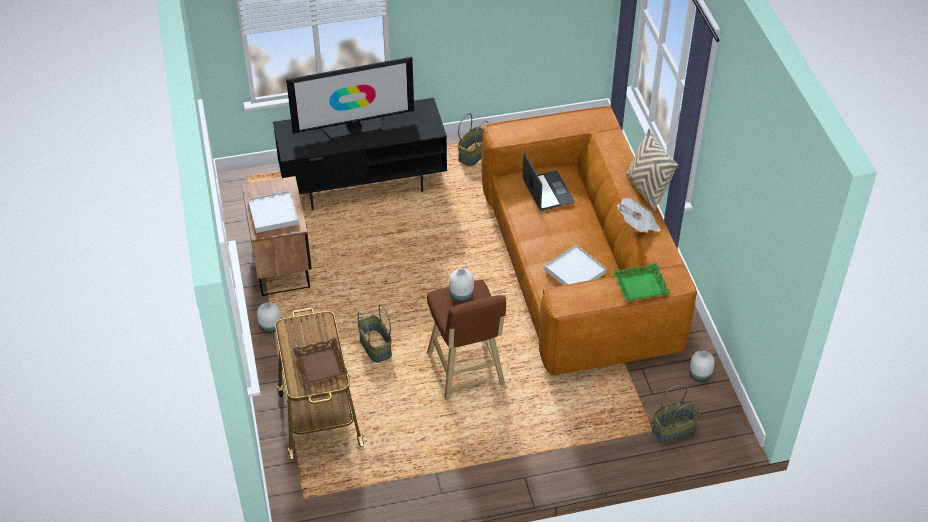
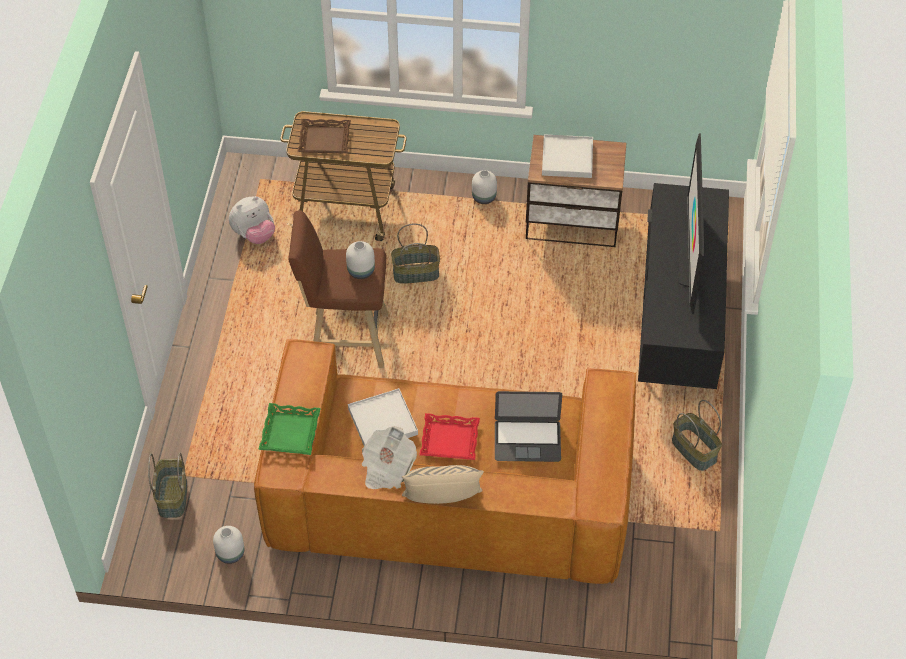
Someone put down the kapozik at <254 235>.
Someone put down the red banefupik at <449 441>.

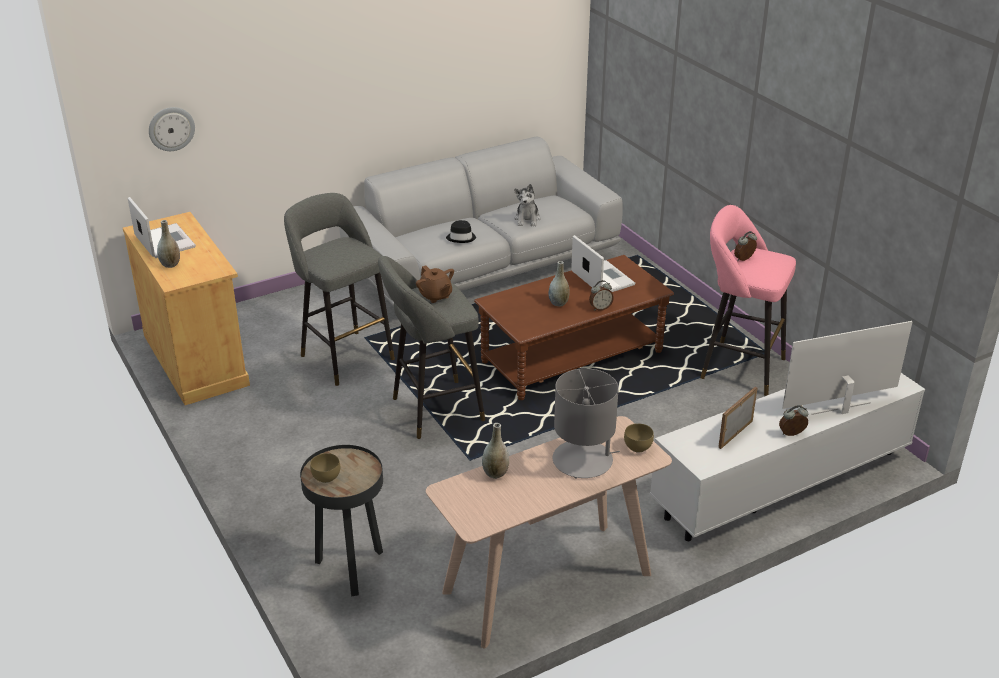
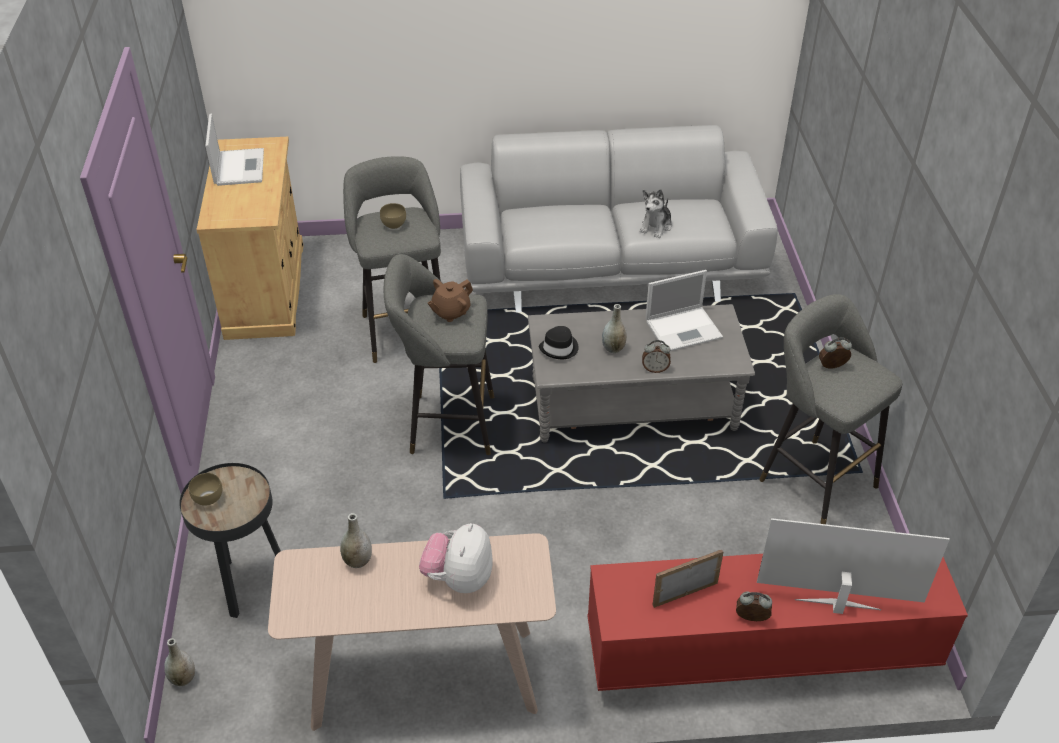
Someone took away the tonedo at <171 128>.
Someone carried the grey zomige from <170 264> to <183 678>.
Someone carried the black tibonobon from <461 238> to <559 348>.
Someone carried the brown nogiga from <637 446> to <394 224>.
Someone swapped the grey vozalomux at <583 460> for the kapozik at <459 578>.
Someone repainted the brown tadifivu at <572 357>, which became the grey tadifivu at <633 405>.
Someone repainted the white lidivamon at <779 484>, which became the red lidivamon at <757 653>.
Someone repainted the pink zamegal at <737 367>, which became the grey zamegal at <812 479>.
Someone rotated the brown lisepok at <435 296> by 60 degrees clockwise.
Someone rotated the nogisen at <601 278> by 75 degrees clockwise.

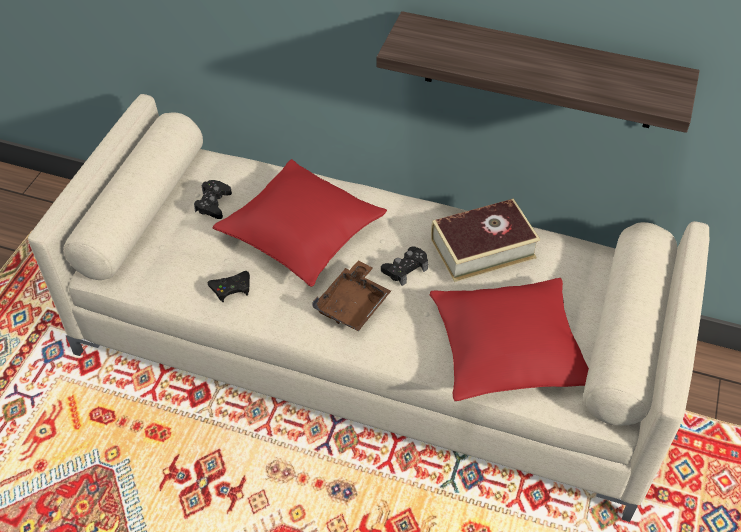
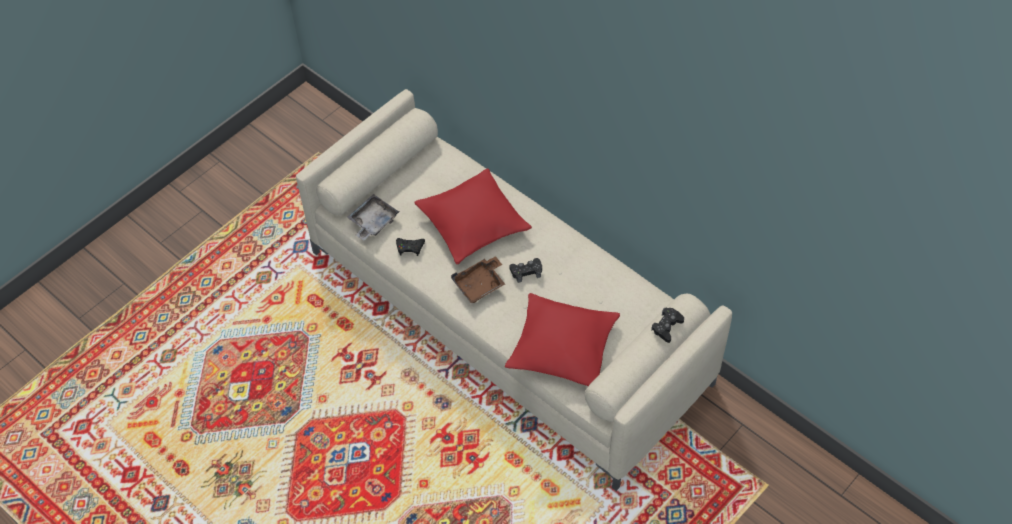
Someone took away the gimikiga at <539 71>.
Someone took away the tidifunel at <482 248>.
Someone put down the grey banefupik at <373 222>.
Someone carried the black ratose from <213 203> to <667 327>.

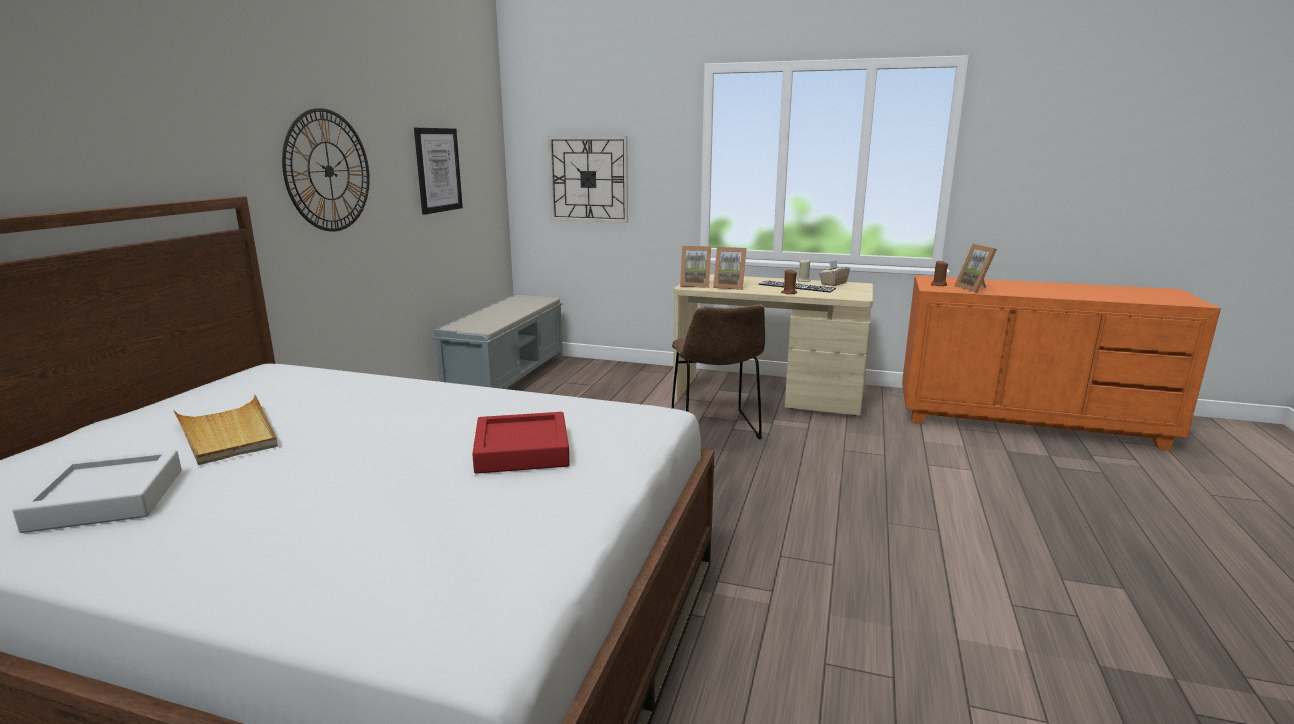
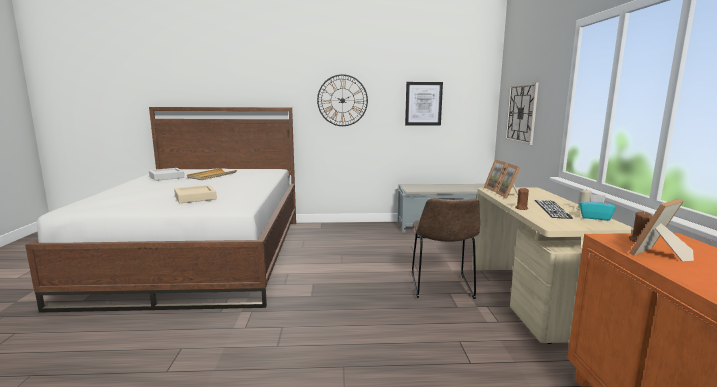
Someone repainted the red banefupik at <522 450>, which became the beige banefupik at <195 197>.
Someone repainted the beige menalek at <833 283>, which became the turquoise menalek at <595 217>.
Someone rotated the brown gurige at <715 429> by 60 degrees counterclockwise.

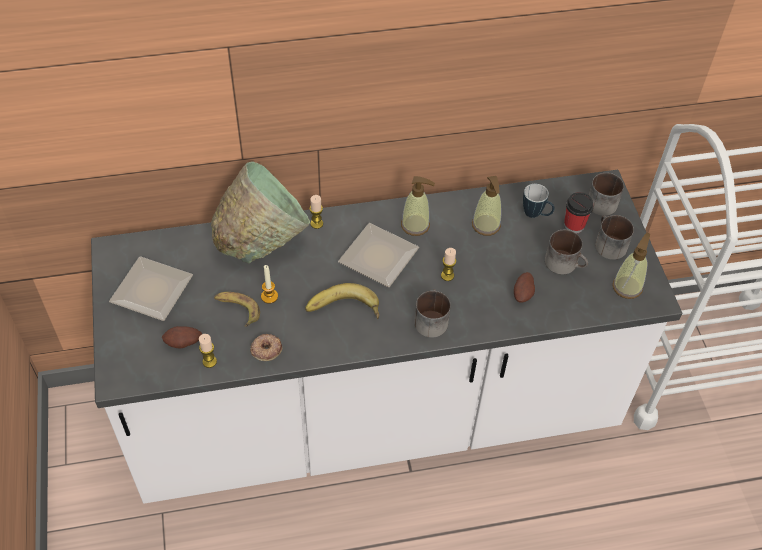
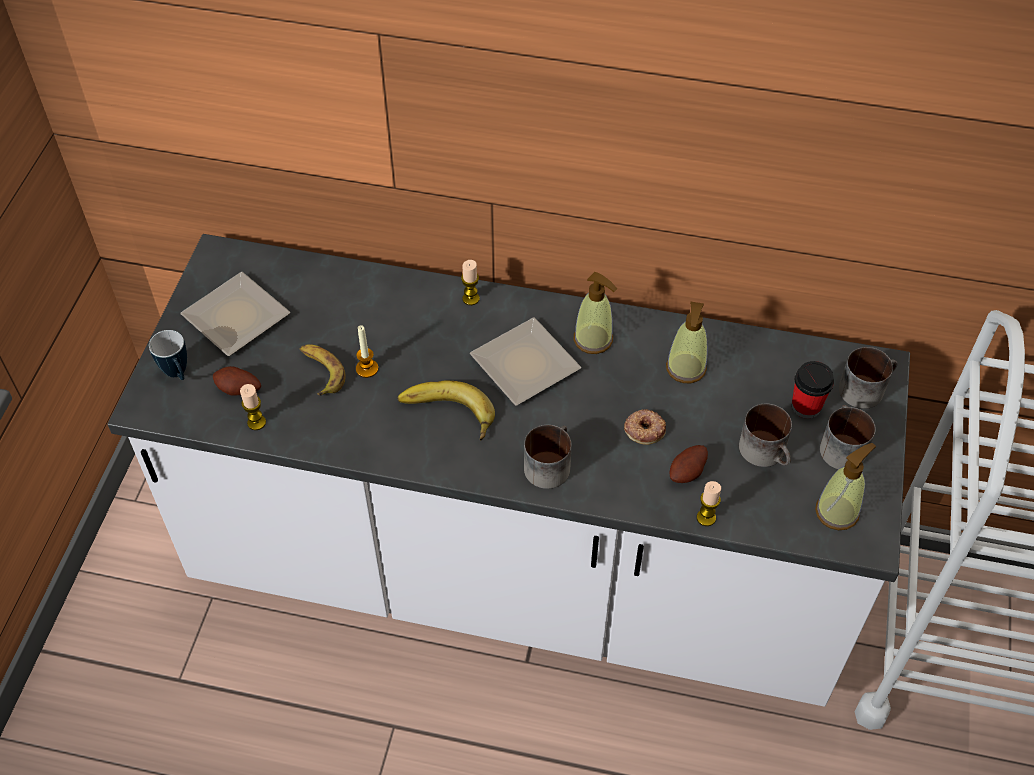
Someone took away the green nogiga at <262 241>.
Someone carried the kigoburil from <266 349> to <644 429>.
Someone carried the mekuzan from <447 275> to <706 518>.
Someone carried the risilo from <536 215> to <178 374>.

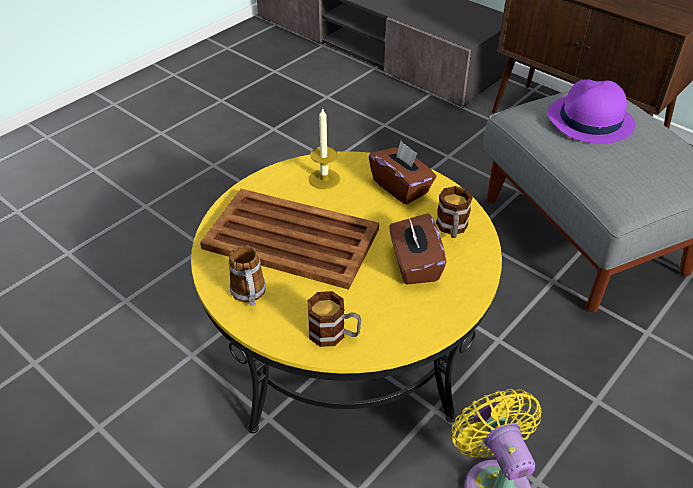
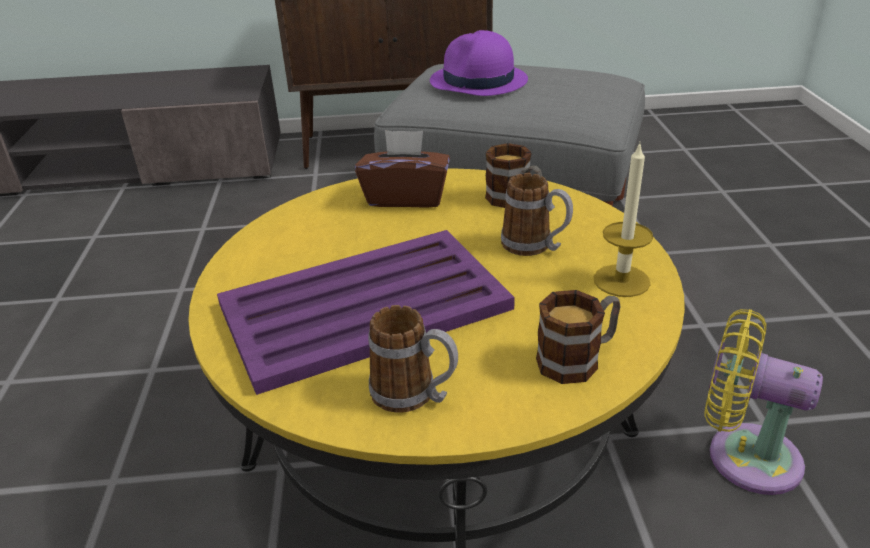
Someone carried the mekuzan from <324 179> to <621 280>.
Someone swapped the brown menalek at <414 264> for the risilo at <535 247>.
Someone repainted the brown banefupik at <290 238>, which became the purple banefupik at <361 307>.

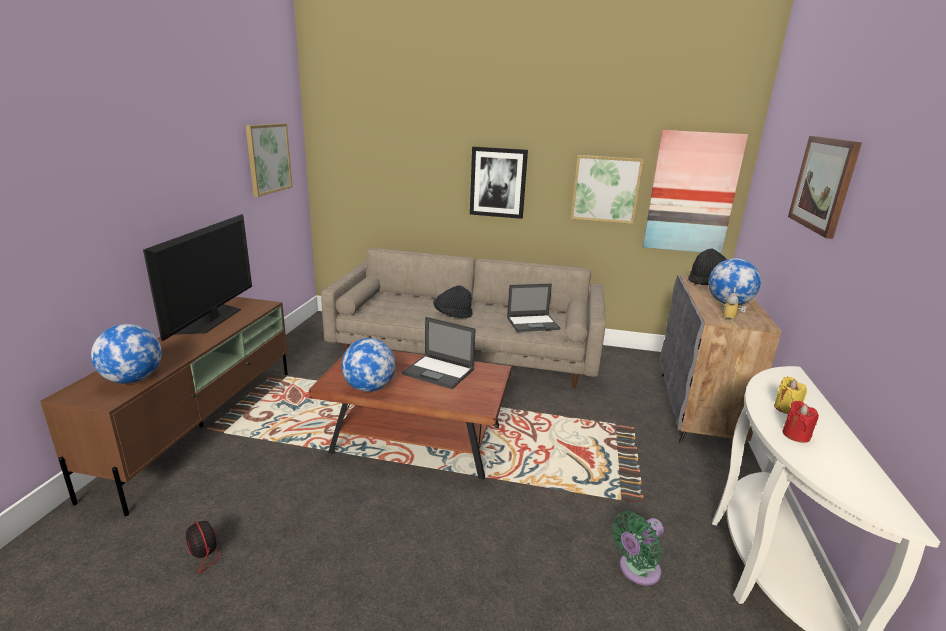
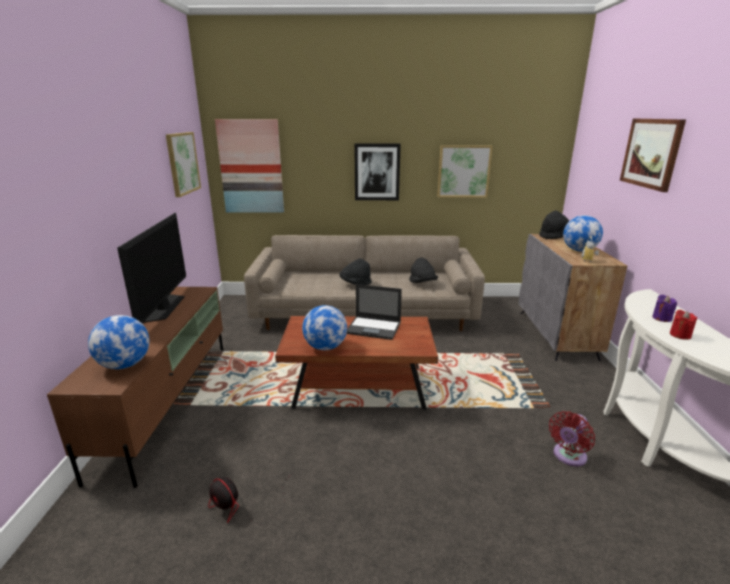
Someone carried the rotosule from <691 193> to <251 167>.
Someone swapped the nogisen at <533 323> for the black tibonobon at <422 283>.
Someone repainted the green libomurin at <636 570>, which became the red libomurin at <568 456>.
Someone repainted the yellow mekuzan at <786 408>, which became the purple mekuzan at <661 318>.

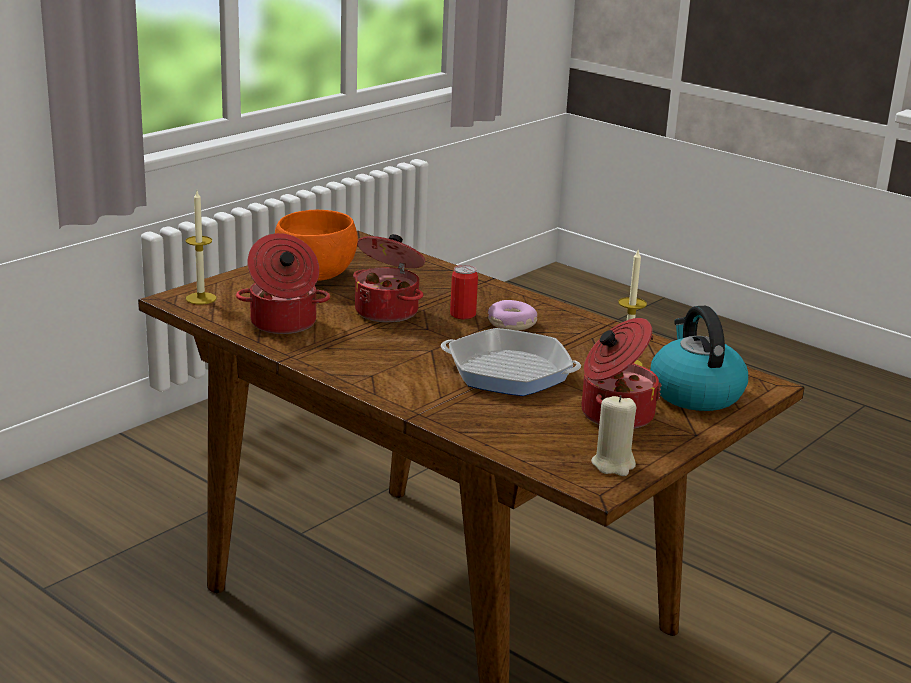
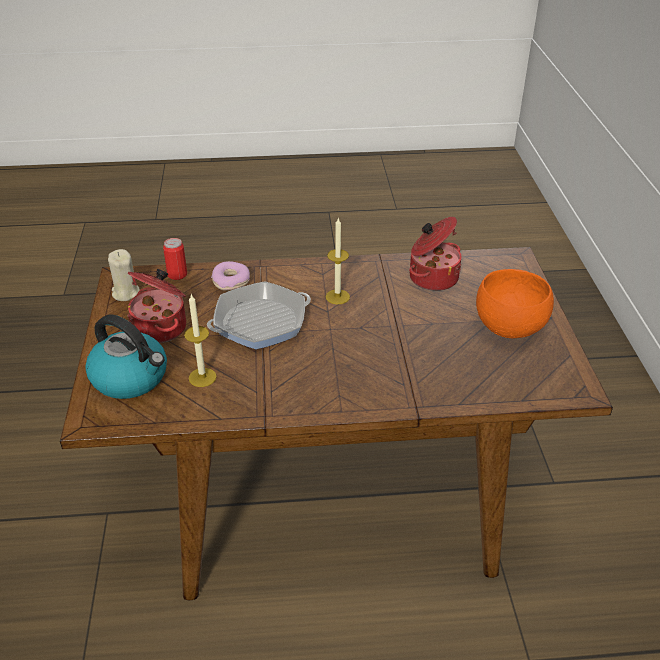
Someone took away the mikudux at <388 311>.
Someone carried the mekuzan from <201 298> to <337 297>.
Someone carried the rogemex from <462 314> to <177 274>.
Someone carried the kigoburil from <511 324> to <231 281>.

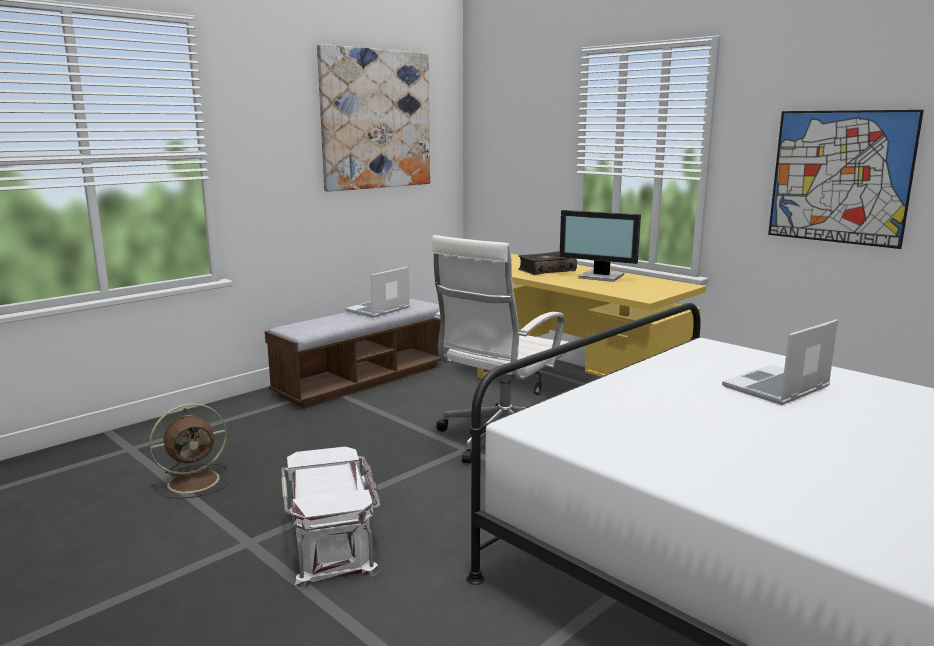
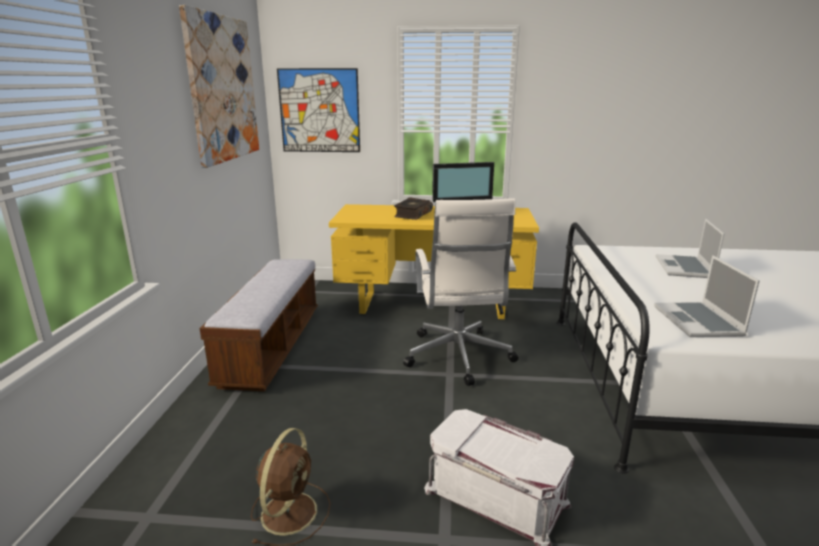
Someone carried the nogisen from <378 310> to <699 322>.
Someone carried the rotosule from <839 177> to <319 111>.

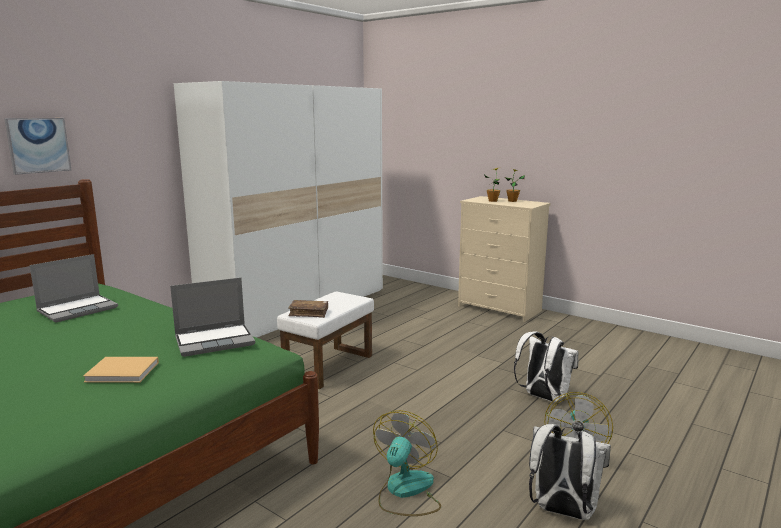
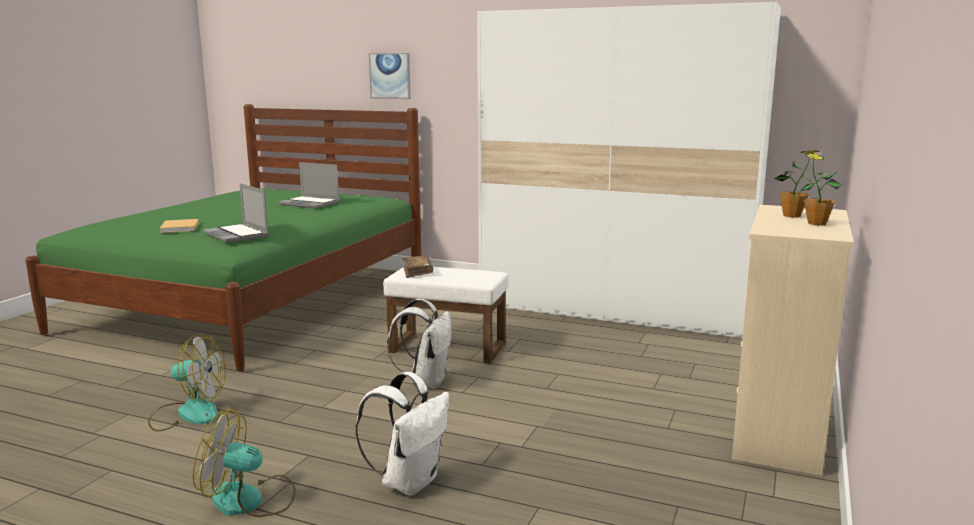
Someone carried the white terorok from <562 511> to <426 381>.

